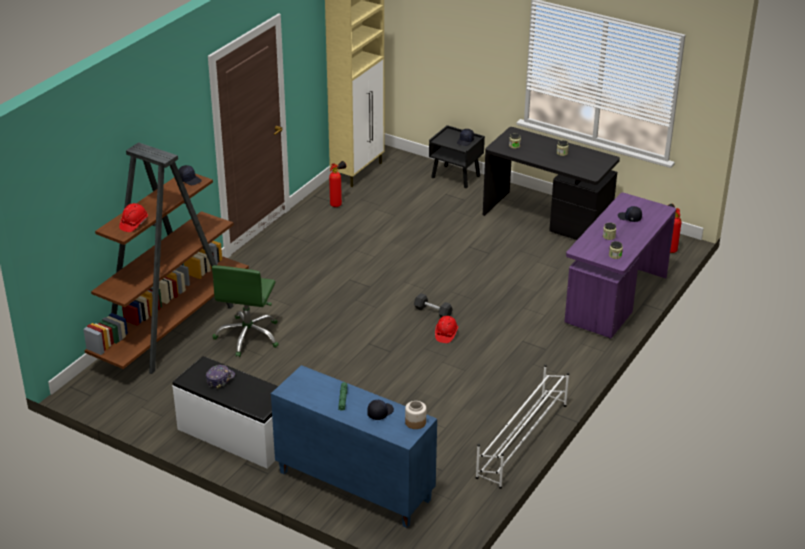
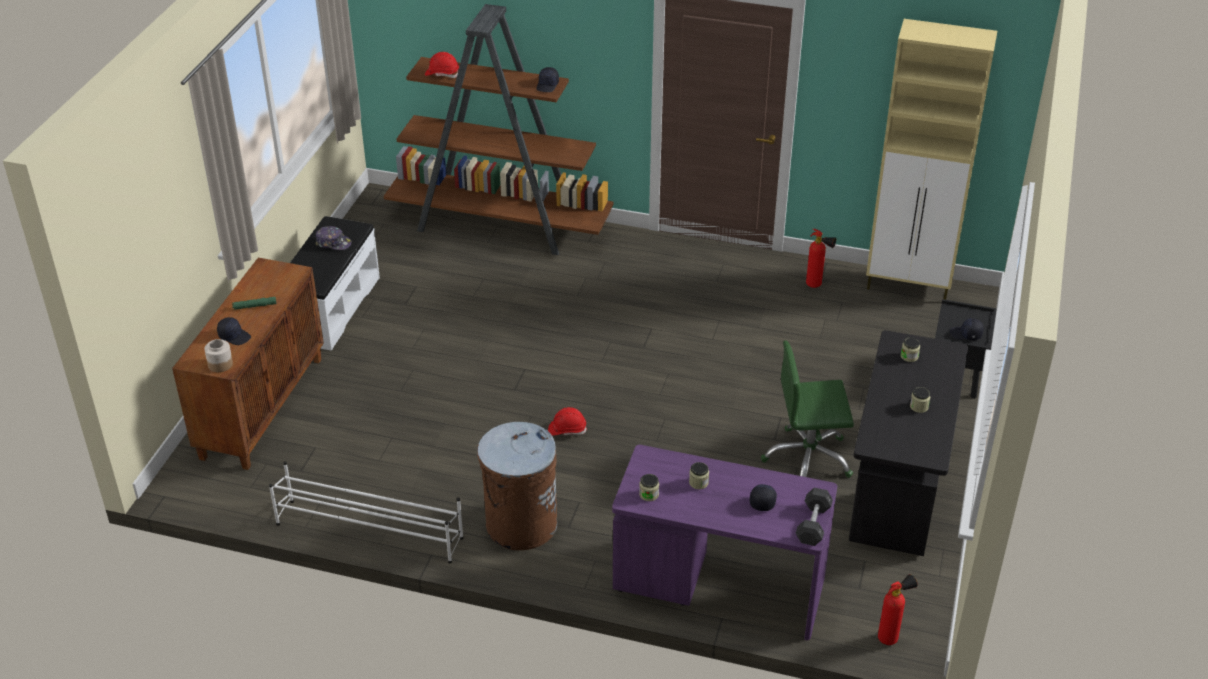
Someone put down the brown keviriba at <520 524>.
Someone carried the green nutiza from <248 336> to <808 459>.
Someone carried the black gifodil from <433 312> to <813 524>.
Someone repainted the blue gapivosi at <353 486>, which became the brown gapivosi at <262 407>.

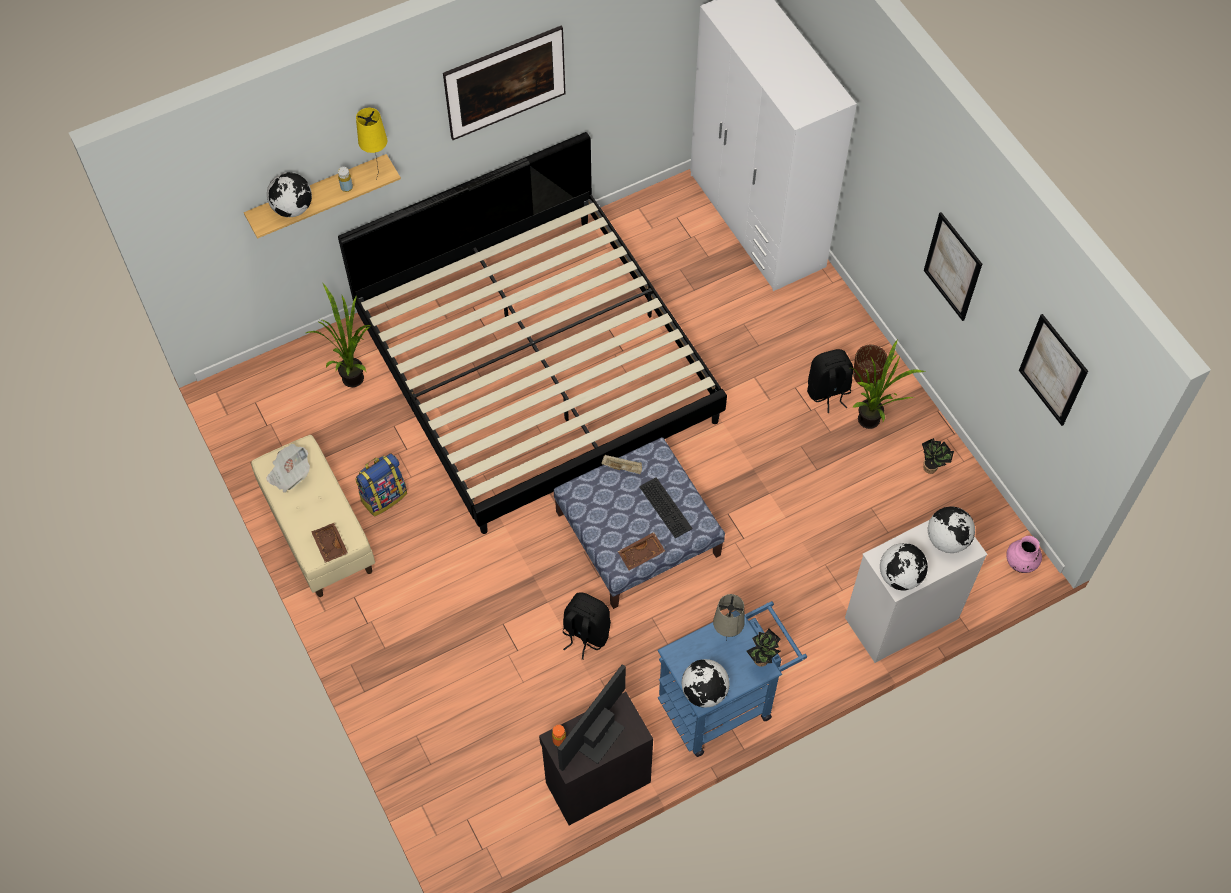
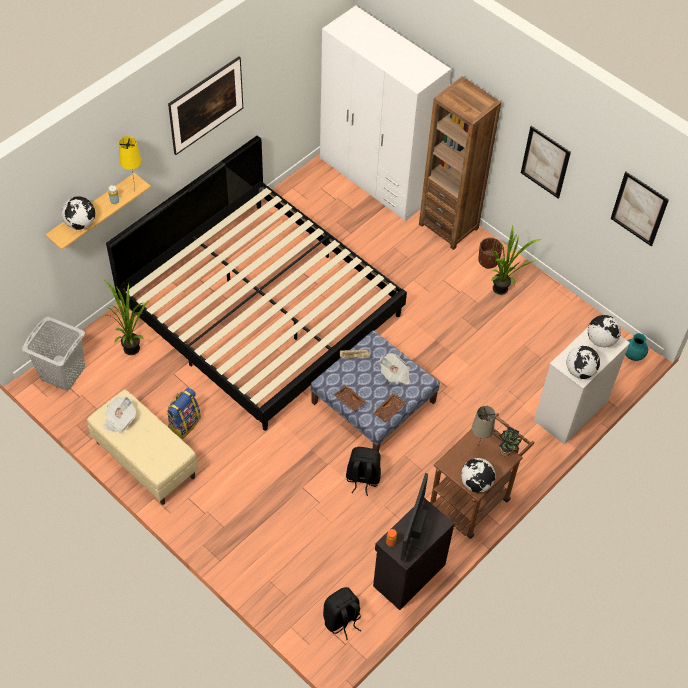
Someone took away the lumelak at <932 468>.
Someone put down the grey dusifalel at <62 373>.
Someone put down the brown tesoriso at <448 226>.
Someone carried the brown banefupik from <329 545> to <349 401>.
Someone carried the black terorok from <828 392> to <342 620>.
Someone swapped the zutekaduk at <667 507> for the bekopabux at <395 375>.
Someone repainted the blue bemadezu at <723 702>, which became the brown bemadezu at <474 497>.
Someone repainted the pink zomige at <1020 563>, which became the turquoise zomige at <633 355>.

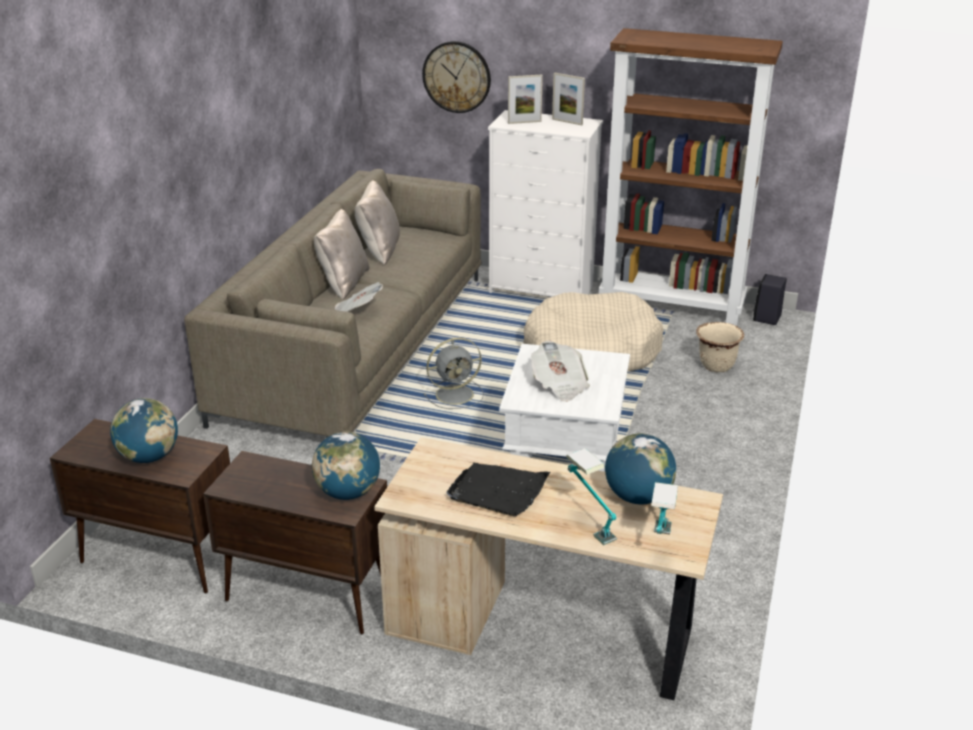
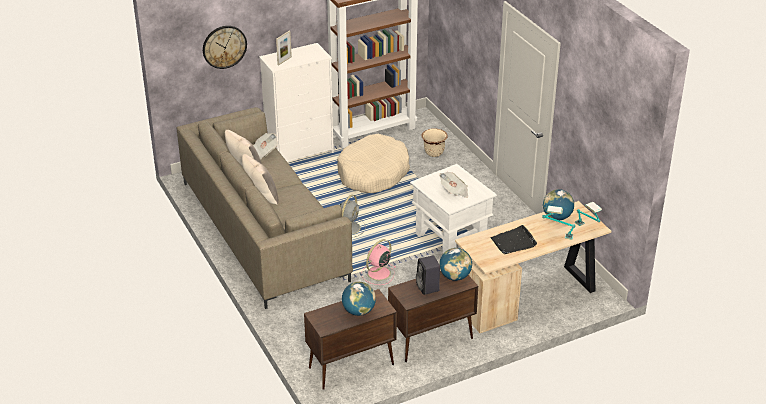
Someone took away the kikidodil at <567 122>.
Someone put down the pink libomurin at <378 273>.
Someone carried the bekopabux from <357 311> to <263 153>.
Someone carried the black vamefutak from <767 318> to <428 288>.

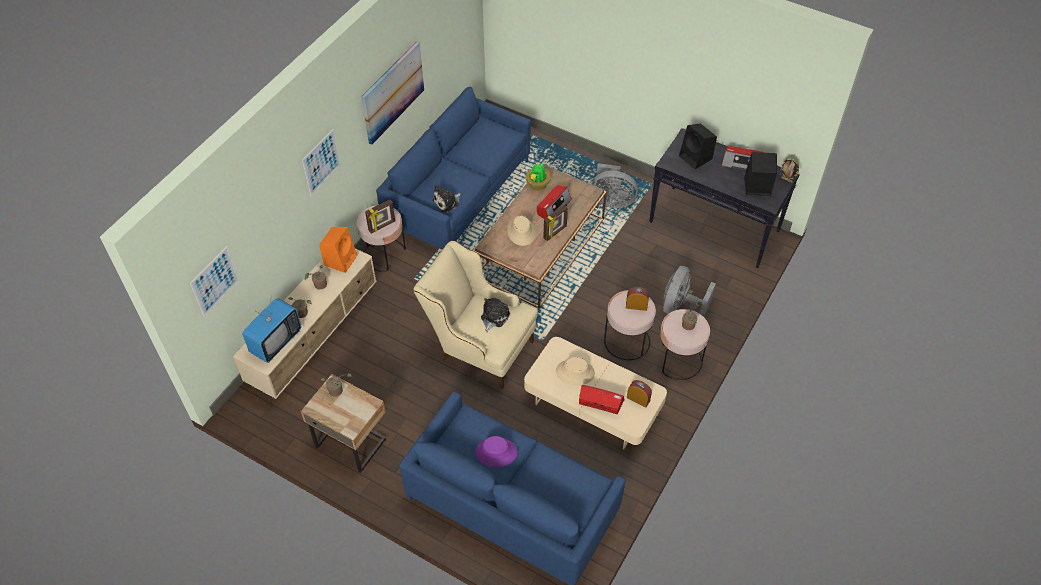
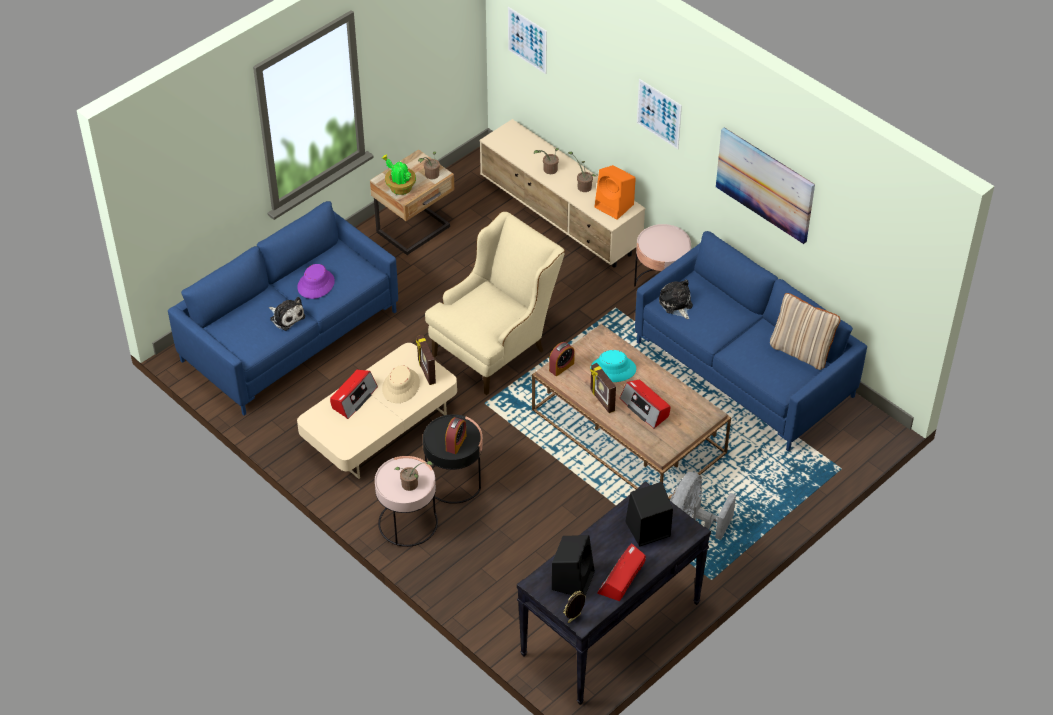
Someone took away the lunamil at <276 341>.
Someone took away the grey libomurin at <680 306>.
Someone put down the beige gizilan at <801 351>.
Someone carried the kikidodil from <382 226> to <426 372>.
Someone carried the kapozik from <494 317> to <286 317>.
Someone carried the lumelak from <537 185> to <400 188>.
Someone carried the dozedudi from <638 399> to <561 367>.
Someone repainted the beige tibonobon at <521 232>, which became the turquoise tibonobon at <613 369>.
Someone repainted the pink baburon at <627 341>, which became the black baburon at <454 480>.

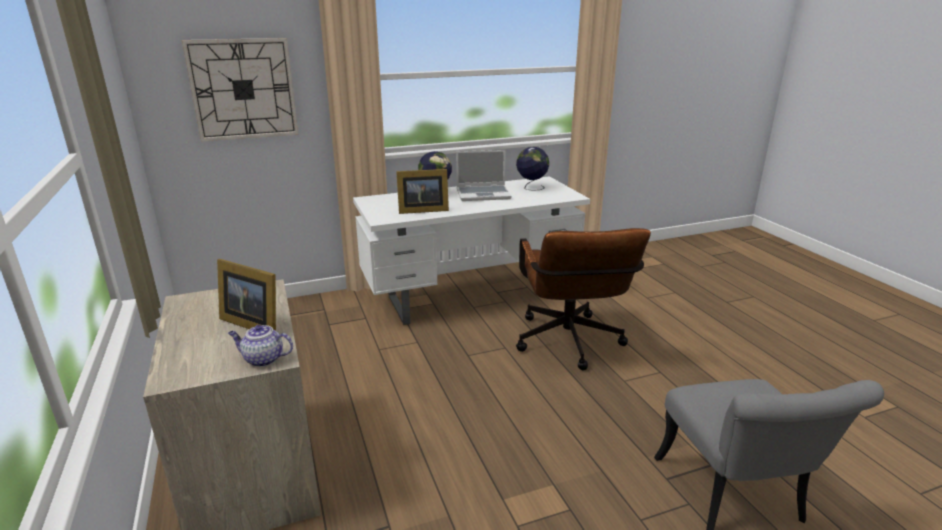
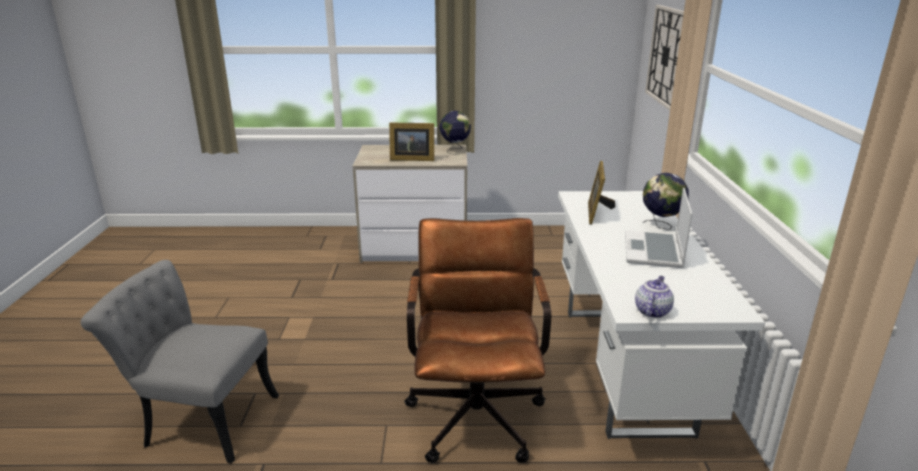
Someone carried the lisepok from <262 359> to <652 311>.
Someone carried the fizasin from <531 188> to <455 150>.
Someone rotated the kikidodil at <252 322> by 135 degrees counterclockwise.
Someone rotated the brown nutiza at <569 345> by 75 degrees clockwise.

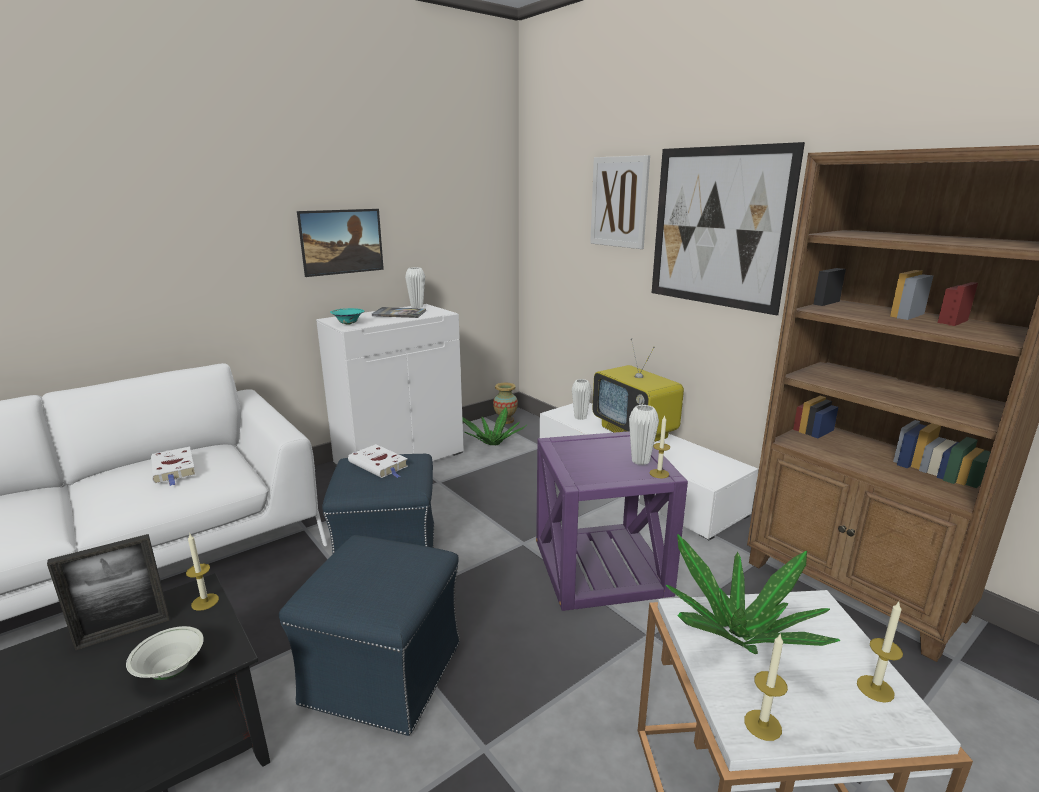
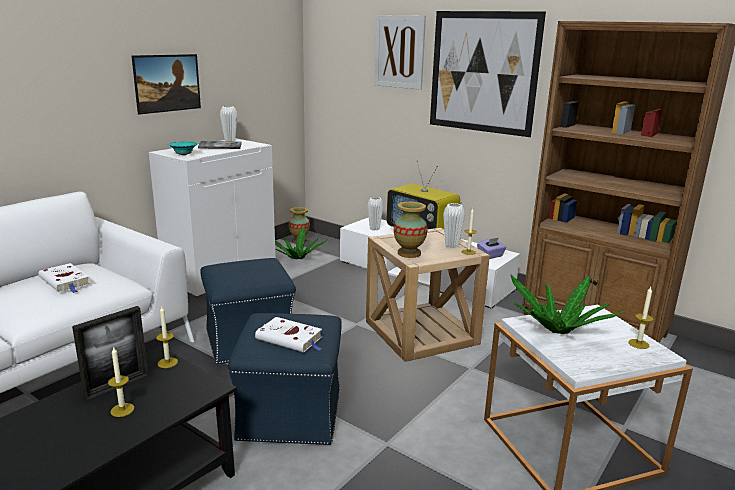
Someone took away the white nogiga at <171 670>.
Someone put down the zomige at <409 253>.
Someone put down the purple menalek at <490 256>.
Someone carried the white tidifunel from <379 465> to <291 339>.
Someone carried the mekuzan from <762 725> to <122 410>.
Someone repainted the purple baburon at <600 567>, which became the beige baburon at <421 332>.

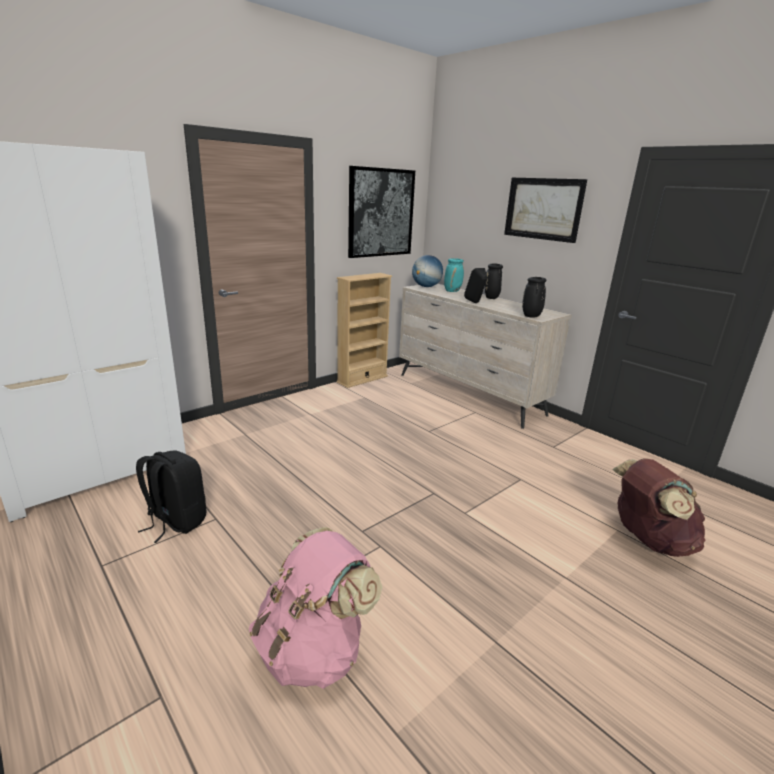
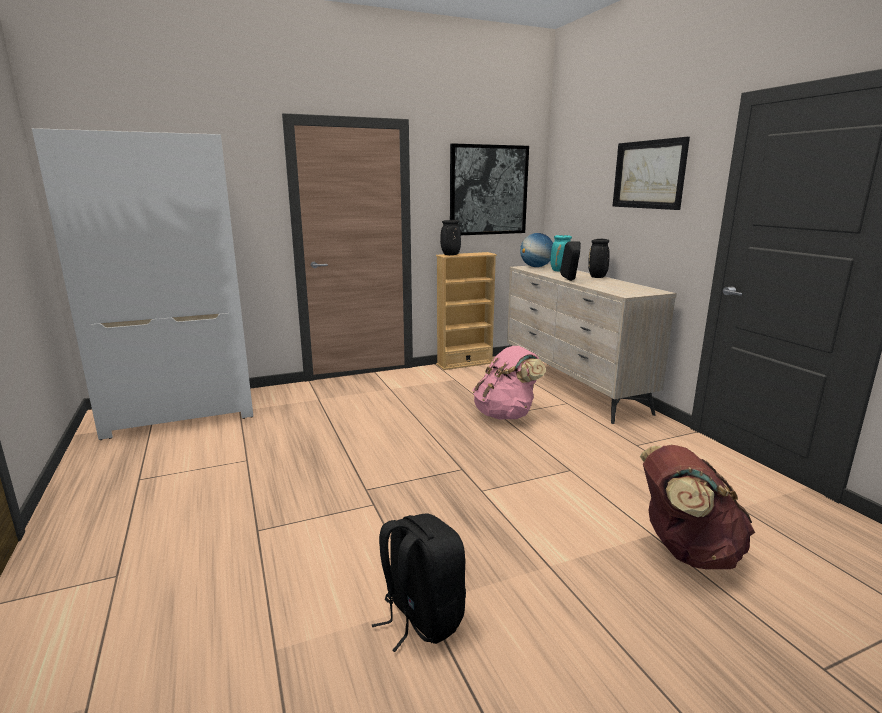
Someone carried the black terorok from <176 522> to <420 618>.
Someone carried the pink terorok from <313 649> to <506 414>.
Someone carried the black zomige from <531 316> to <450 255>.

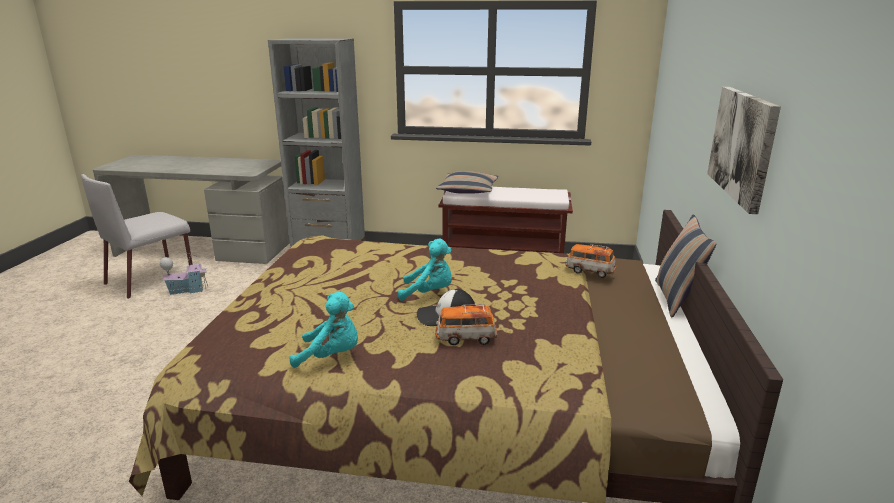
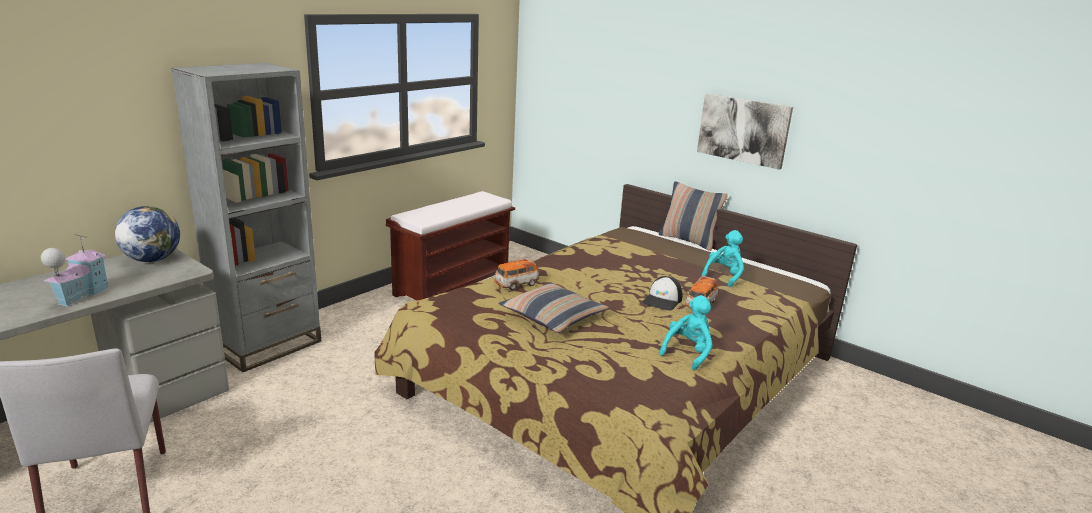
Someone put down the fizasin at <152 259>.
Someone carried the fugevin from <188 290> to <81 294>.
Someone carried the turquoise kapozik from <429 293> to <724 276>.
Someone carried the gizilan from <468 190> to <553 316>.
Someone carried the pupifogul from <589 271> to <516 284>.

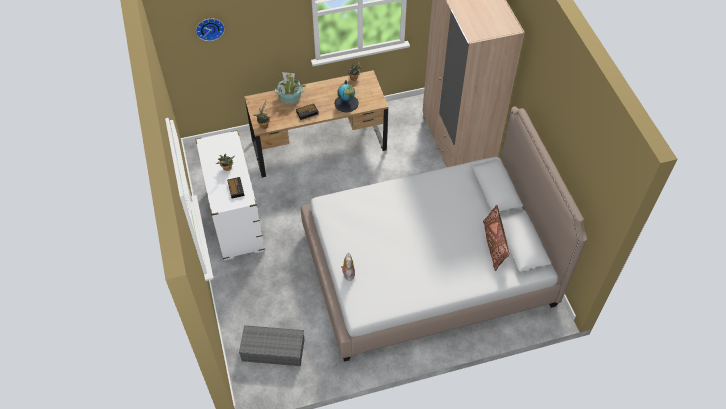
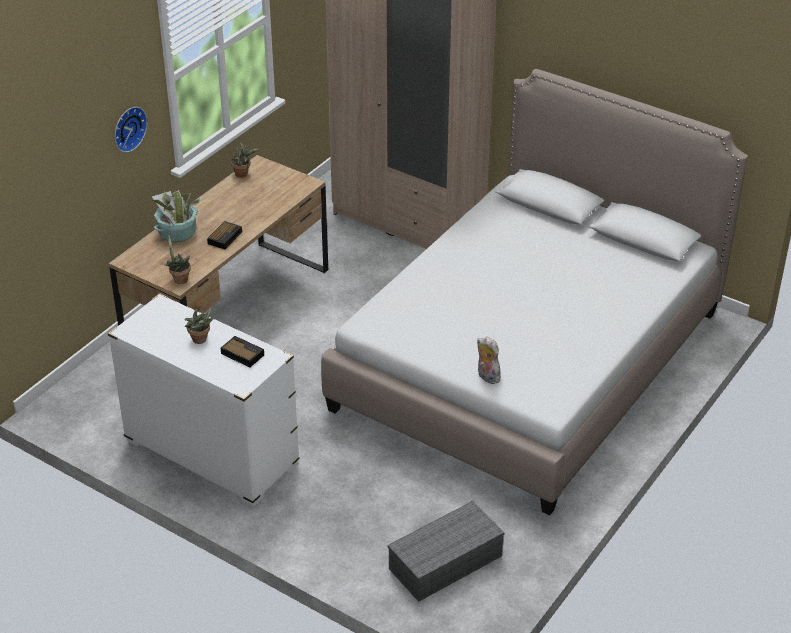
Someone took away the fizasin at <346 103>.
Someone took away the brown gizilan at <493 244>.
Someone carried the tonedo from <209 28> to <128 128>.

